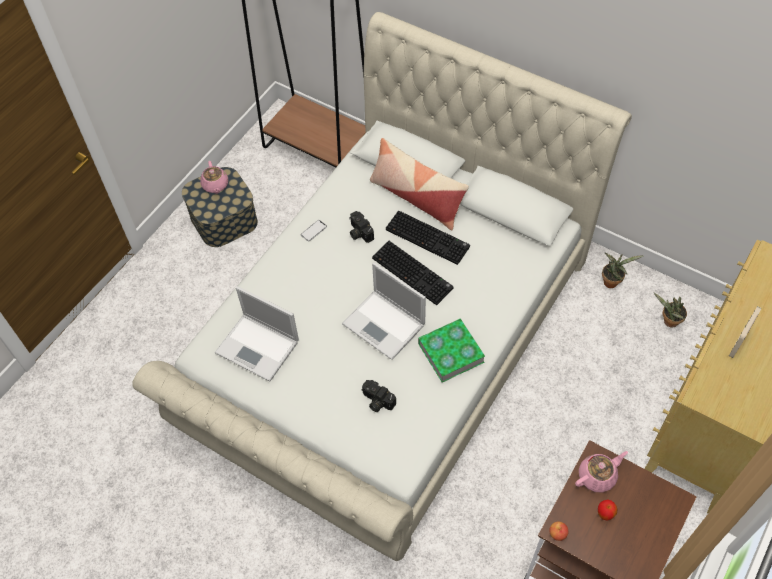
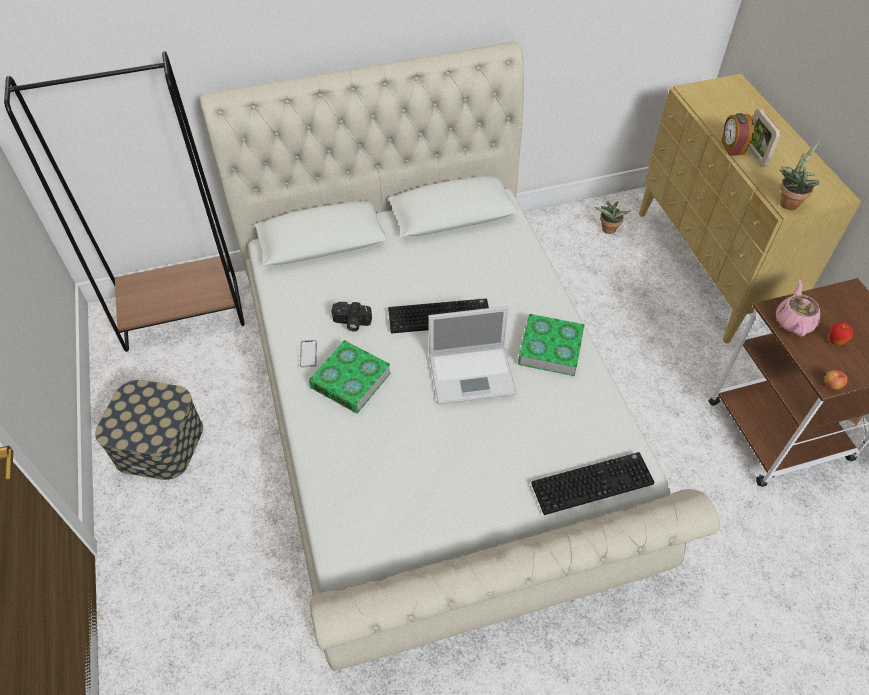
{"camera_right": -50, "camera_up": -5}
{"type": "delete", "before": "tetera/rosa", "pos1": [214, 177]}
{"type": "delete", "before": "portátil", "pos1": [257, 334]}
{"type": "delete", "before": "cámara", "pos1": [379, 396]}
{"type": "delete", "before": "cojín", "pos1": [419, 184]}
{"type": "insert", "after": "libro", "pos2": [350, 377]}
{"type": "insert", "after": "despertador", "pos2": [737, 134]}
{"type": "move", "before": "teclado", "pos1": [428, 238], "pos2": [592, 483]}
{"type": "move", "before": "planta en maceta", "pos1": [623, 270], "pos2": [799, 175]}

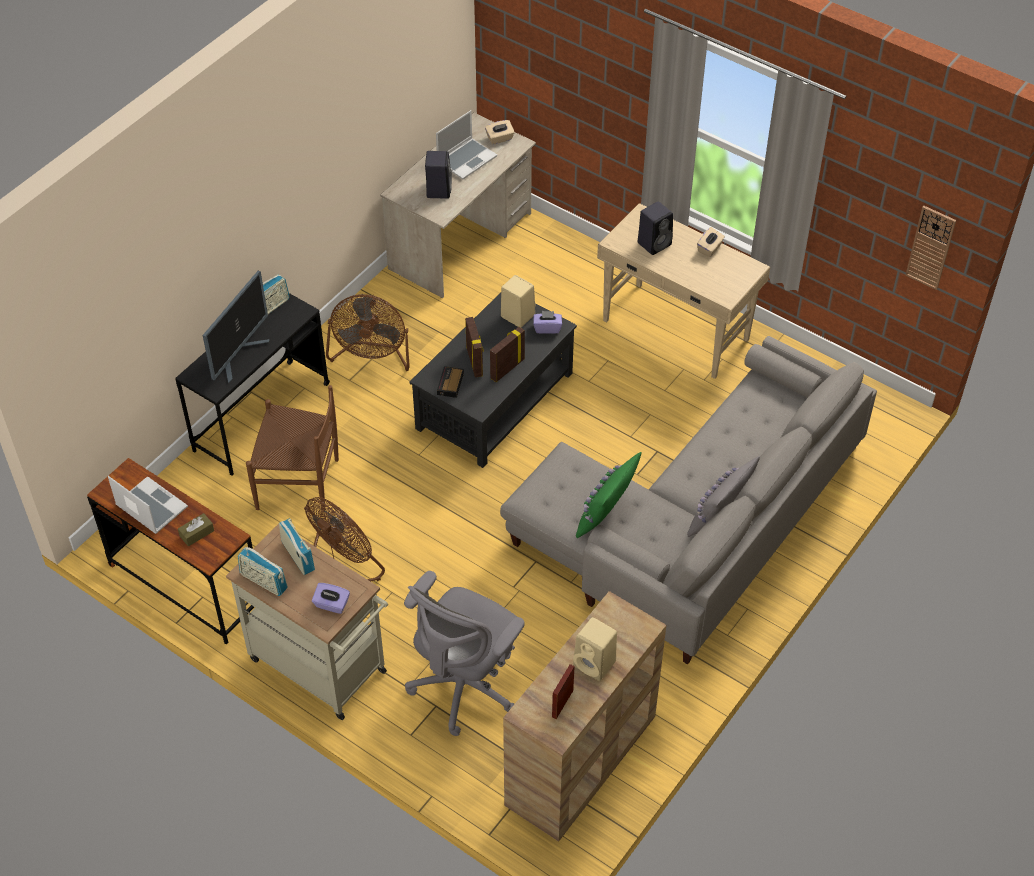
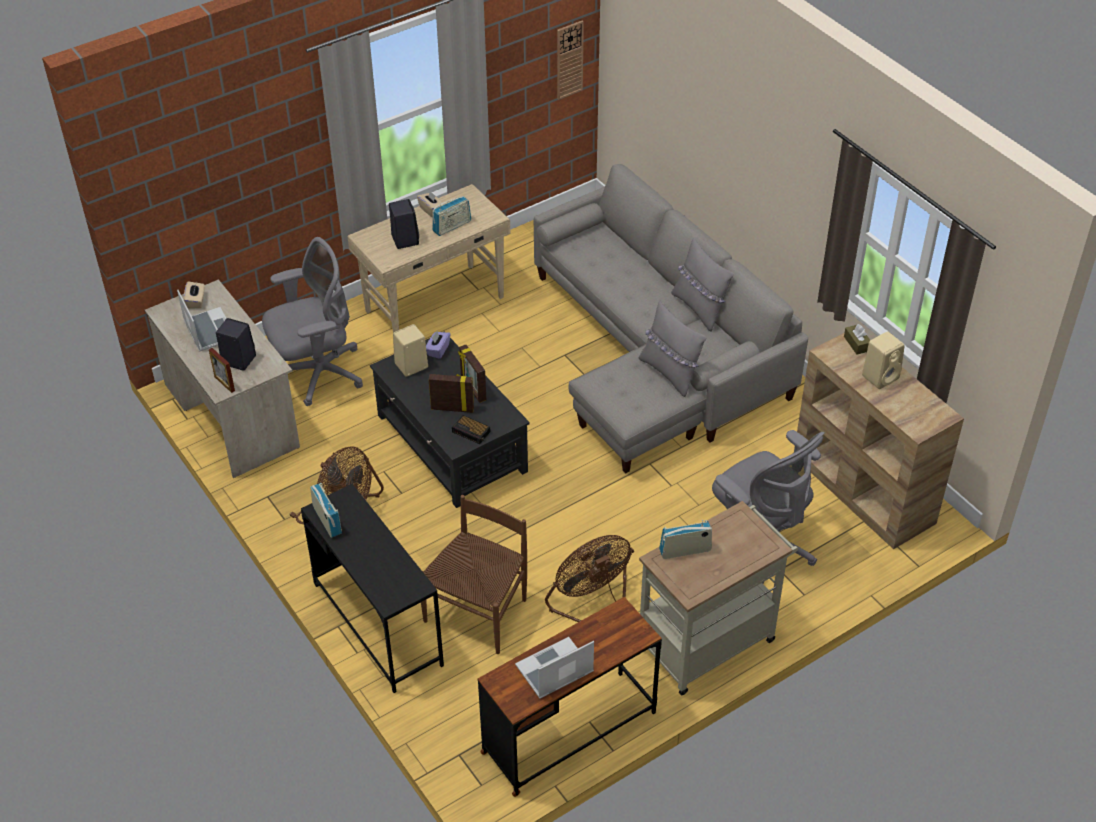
{"camera_right": -70, "camera_up": -5}
{"type": "delete", "before": "monitor", "pos1": [236, 327]}
{"type": "delete", "before": "caja de pañuelos/morado", "pos1": [331, 598]}
{"type": "insert", "after": "silla de oficina/gris", "pos2": [312, 321]}
{"type": "move", "before": "caja de pañuelos/marrón", "pos1": [196, 530], "pos2": [857, 339]}
{"type": "move", "before": "radio", "pos1": [263, 571], "pos2": [451, 216]}
{"type": "move", "before": "portarretratos", "pos1": [563, 691], "pos2": [222, 370]}
{"type": "recolor", "before": "cojín/verde", "after": "cojín/gris", "pos1": [608, 495], "pos2": [672, 349]}

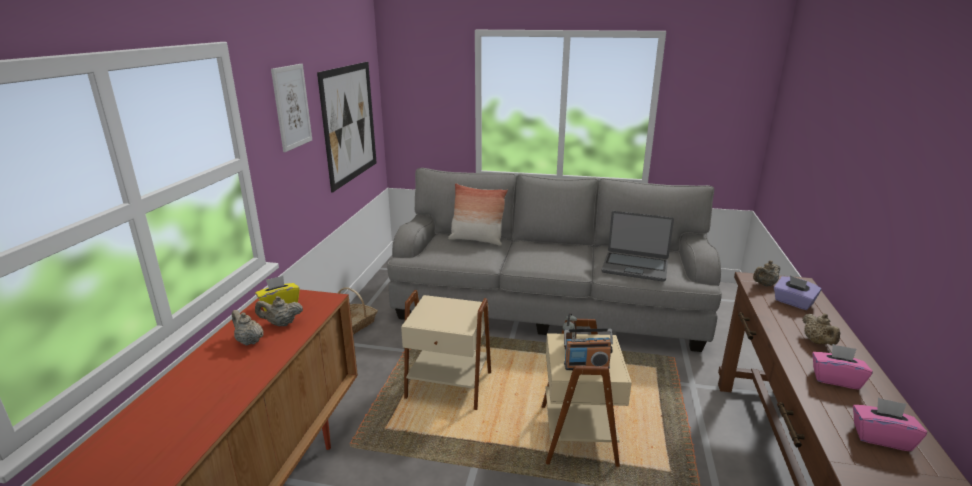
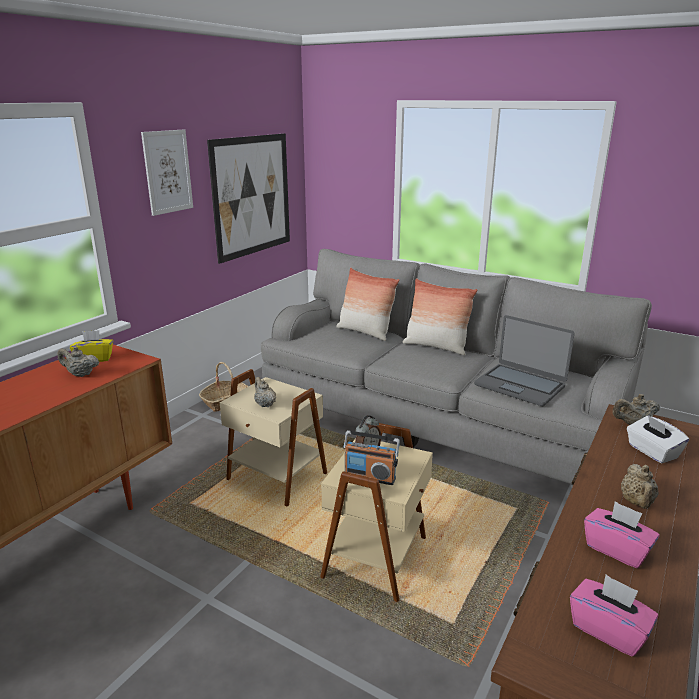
{"camera_right": 20, "camera_up": 0}
{"type": "insert", "after": "cojín", "pos2": [440, 316]}
{"type": "move", "before": "tetera/beis", "pos1": [248, 328], "pos2": [265, 392]}
{"type": "recolor", "before": "caja de pañuelos/morado", "after": "caja de pañuelos/blanco", "pos1": [798, 293], "pos2": [658, 439]}

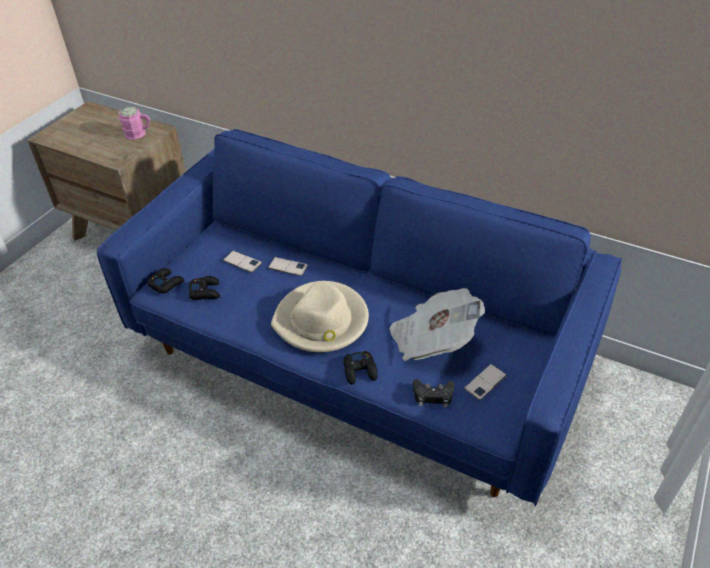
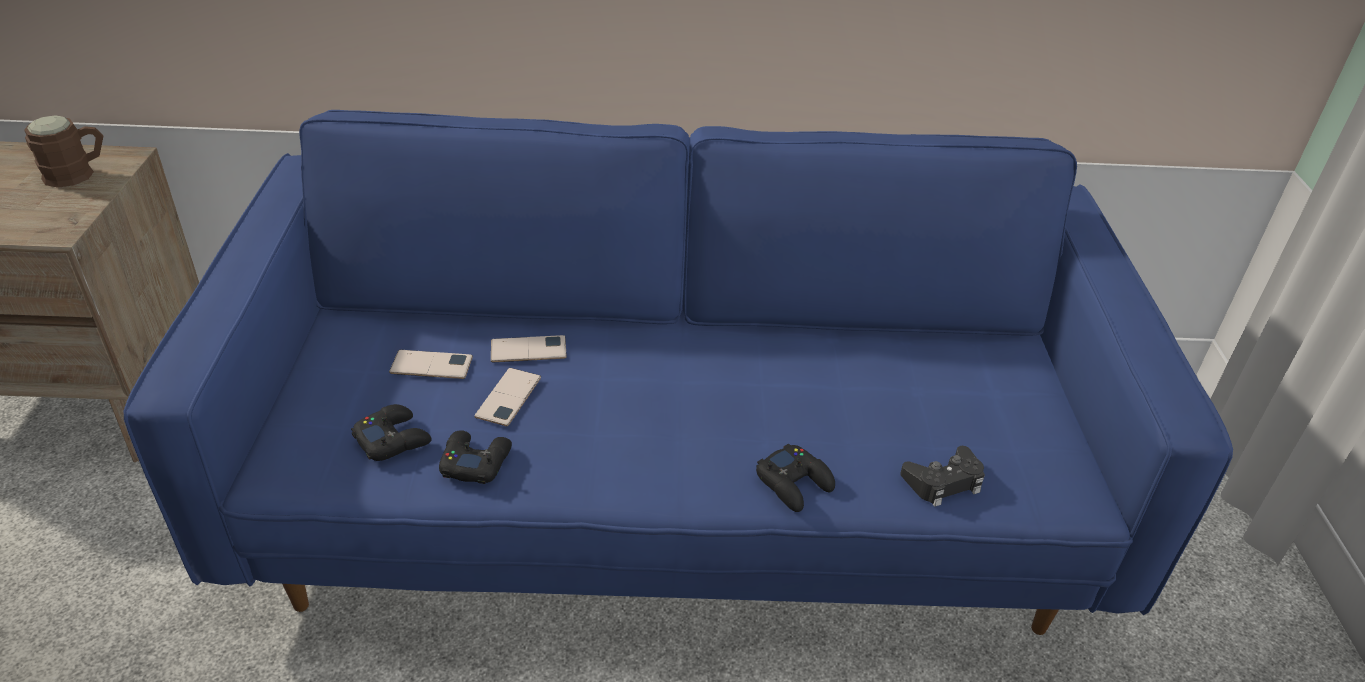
{"camera_right": -30, "camera_up": -5}
{"type": "delete", "before": "sombrero/beis", "pos1": [320, 316]}
{"type": "delete", "before": "periódico", "pos1": [437, 324]}
{"type": "move", "before": "mando de consola/negro", "pos1": [165, 281], "pos2": [475, 457]}
{"type": "move", "before": "móvil", "pos1": [485, 382], "pos2": [507, 397]}
{"type": "recolor", "before": "taza grande/rosa", "after": "taza grande/marrón", "pos1": [134, 123], "pos2": [63, 151]}

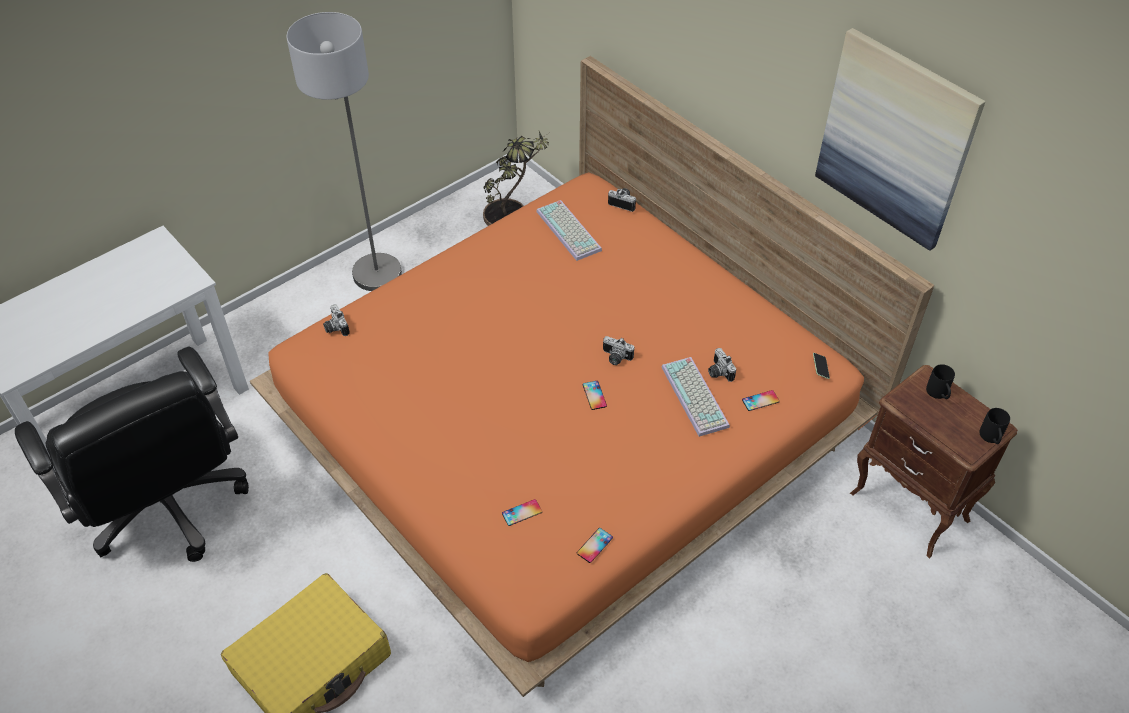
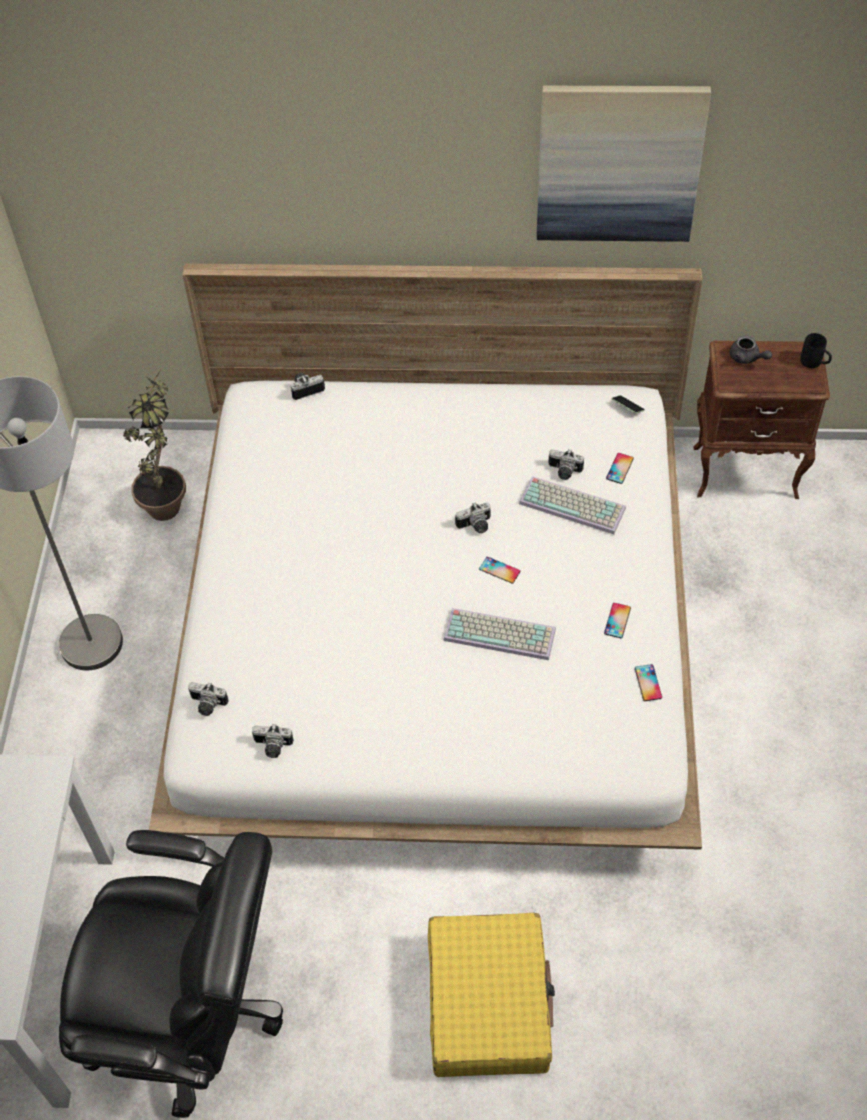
{"camera_right": -45, "camera_up": 5}
{"type": "insert", "after": "cámara", "pos2": [273, 741]}
{"type": "move", "before": "móvil", "pos1": [522, 512], "pos2": [617, 620]}
{"type": "move", "before": "teclado", "pos1": [569, 230], "pos2": [499, 634]}
{"type": "replace", "before": "taza grande/negro", "after": "tetera/gris", "pos1": [940, 381], "pos2": [751, 350]}
{"type": "recolor", "before": "cama/naranja", "after": "cama/blanco", "pos1": [592, 376], "pos2": [425, 557]}

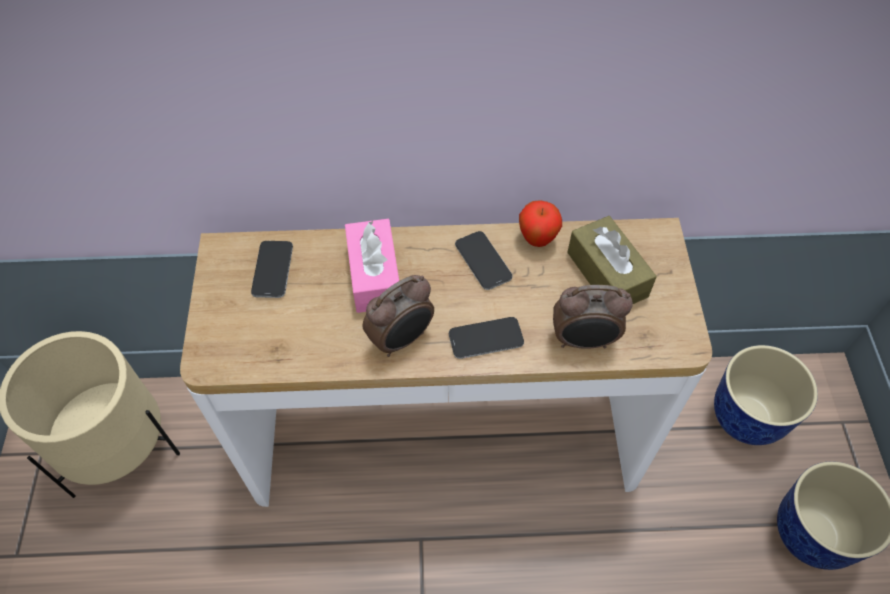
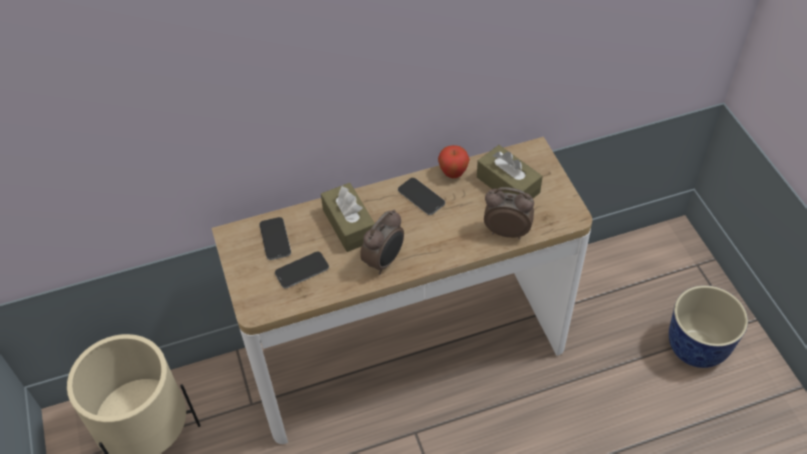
{"camera_right": -15, "camera_up": -5}
{"type": "delete", "before": "maceta", "pos1": [766, 395]}
{"type": "move", "before": "móvil", "pos1": [486, 338], "pos2": [302, 270]}
{"type": "recolor", "before": "caja de pañuelos/rosa", "after": "caja de pañuelos/marrón", "pos1": [372, 266], "pos2": [348, 217]}
{"type": "rotate", "before": "despertador", "pos1": [593, 317], "pos2": [509, 213], "turn": -150}

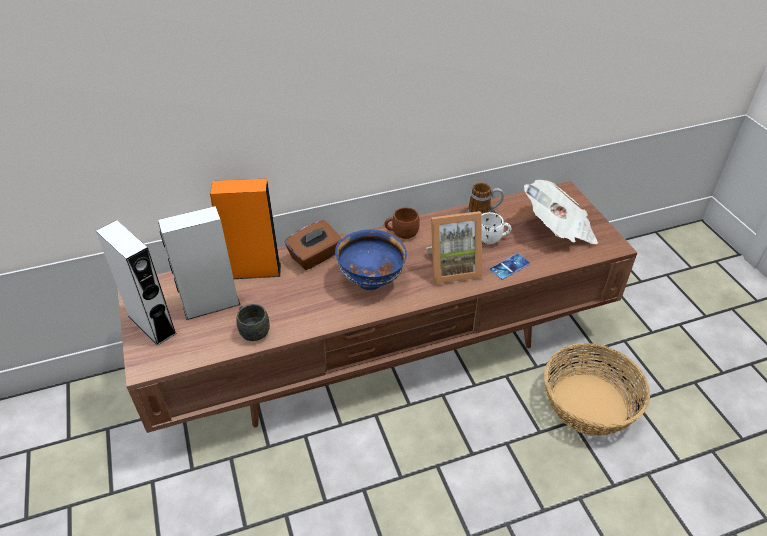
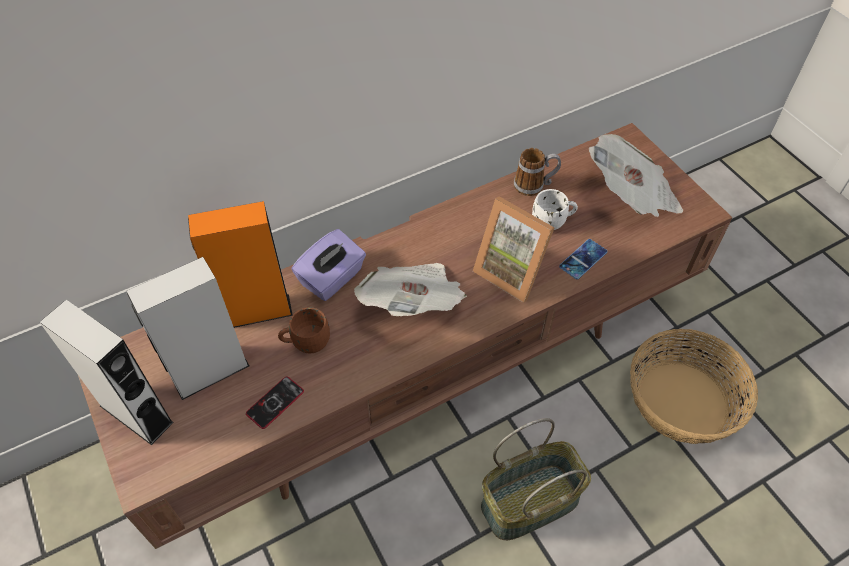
{"camera_right": -10, "camera_up": 10}
{"type": "insert", "after": "cesta", "pos2": [536, 479]}
{"type": "move", "before": "taza grande/marrón", "pos1": [402, 223], "pos2": [304, 330]}
{"type": "replace", "before": "taza grande/gris", "after": "móvil", "pos1": [253, 322], "pos2": [275, 402]}
{"type": "replace", "before": "cuenco/azul", "after": "periódico", "pos1": [371, 260], "pos2": [410, 289]}
{"type": "recolor", "before": "caja de pañuelos/marrón", "after": "caja de pañuelos/morado", "pos1": [313, 245], "pos2": [329, 265]}
{"type": "rotate", "before": "portarretratos", "pos1": [454, 247], "pos2": [513, 249], "turn": 60}

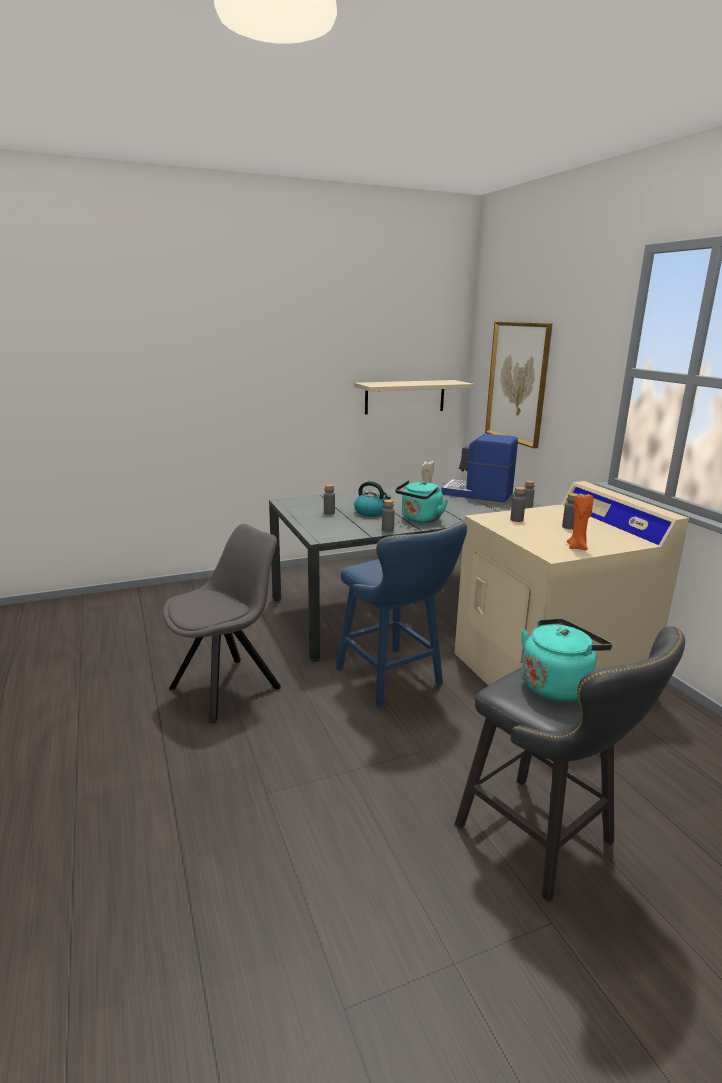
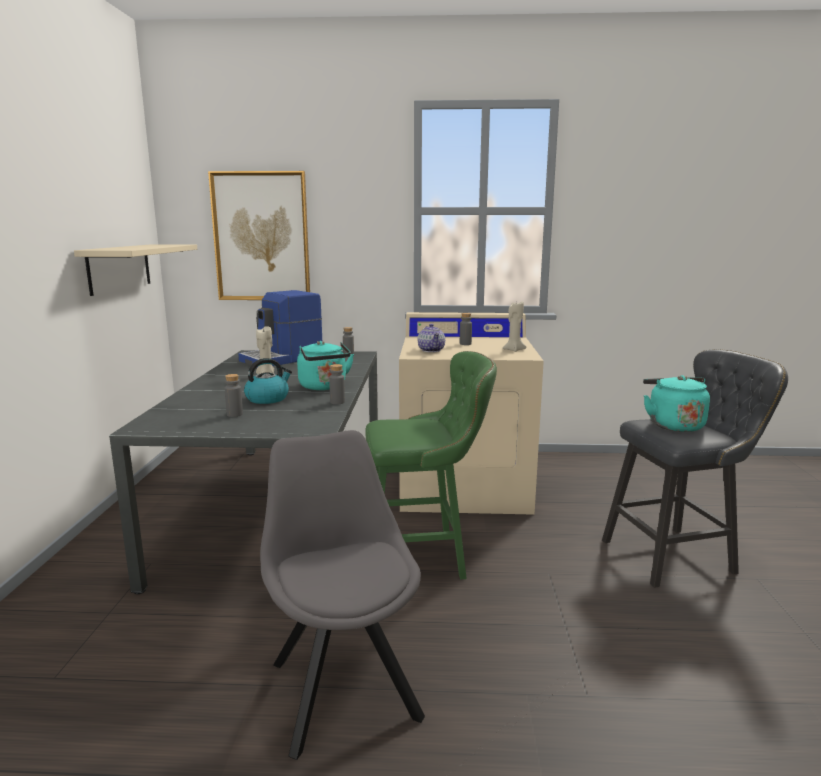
{"camera_right": -65, "camera_up": -5}
{"type": "replace", "before": "botella/gris", "after": "tetera", "pos1": [518, 504], "pos2": [431, 338]}
{"type": "recolor", "before": "taburete/azul", "after": "taburete/verde", "pos1": [401, 615], "pos2": [431, 465]}
{"type": "recolor", "before": "vela/naranja", "after": "vela/beis", "pos1": [580, 522], "pos2": [514, 326]}

